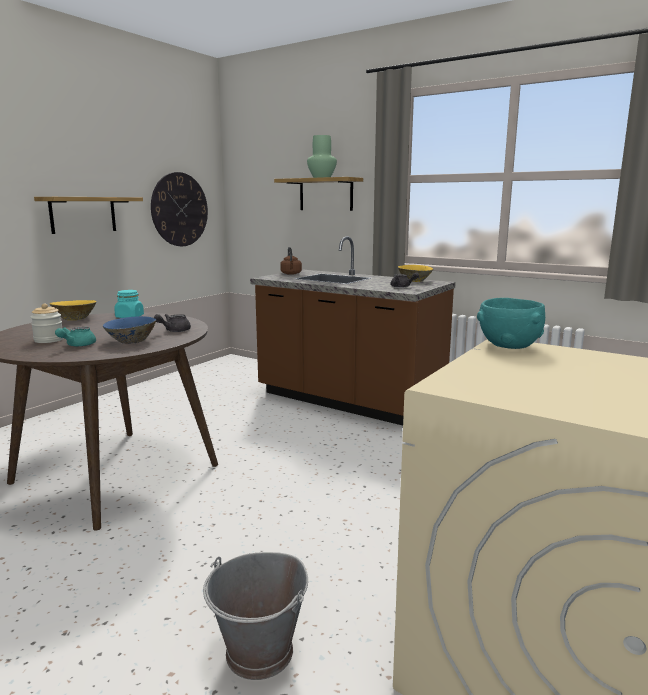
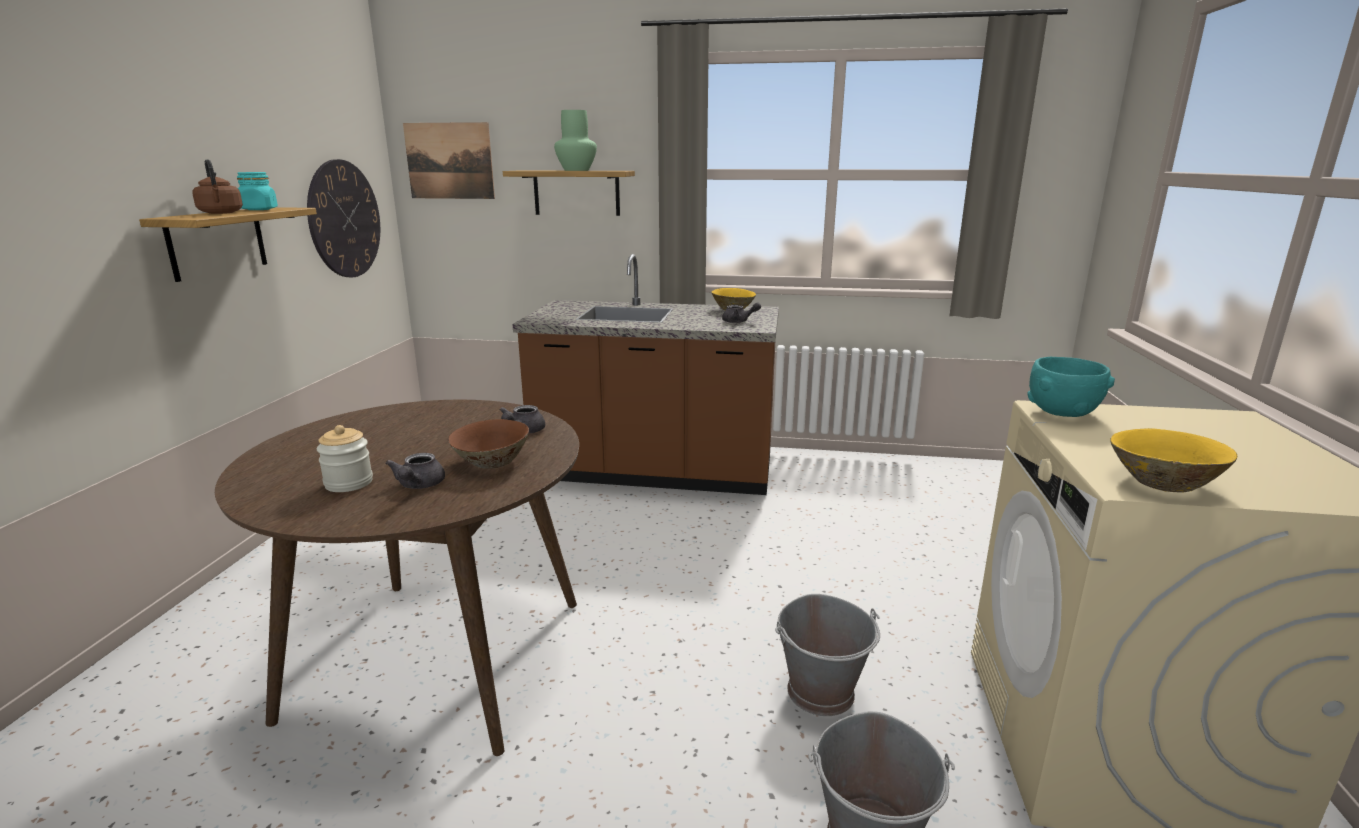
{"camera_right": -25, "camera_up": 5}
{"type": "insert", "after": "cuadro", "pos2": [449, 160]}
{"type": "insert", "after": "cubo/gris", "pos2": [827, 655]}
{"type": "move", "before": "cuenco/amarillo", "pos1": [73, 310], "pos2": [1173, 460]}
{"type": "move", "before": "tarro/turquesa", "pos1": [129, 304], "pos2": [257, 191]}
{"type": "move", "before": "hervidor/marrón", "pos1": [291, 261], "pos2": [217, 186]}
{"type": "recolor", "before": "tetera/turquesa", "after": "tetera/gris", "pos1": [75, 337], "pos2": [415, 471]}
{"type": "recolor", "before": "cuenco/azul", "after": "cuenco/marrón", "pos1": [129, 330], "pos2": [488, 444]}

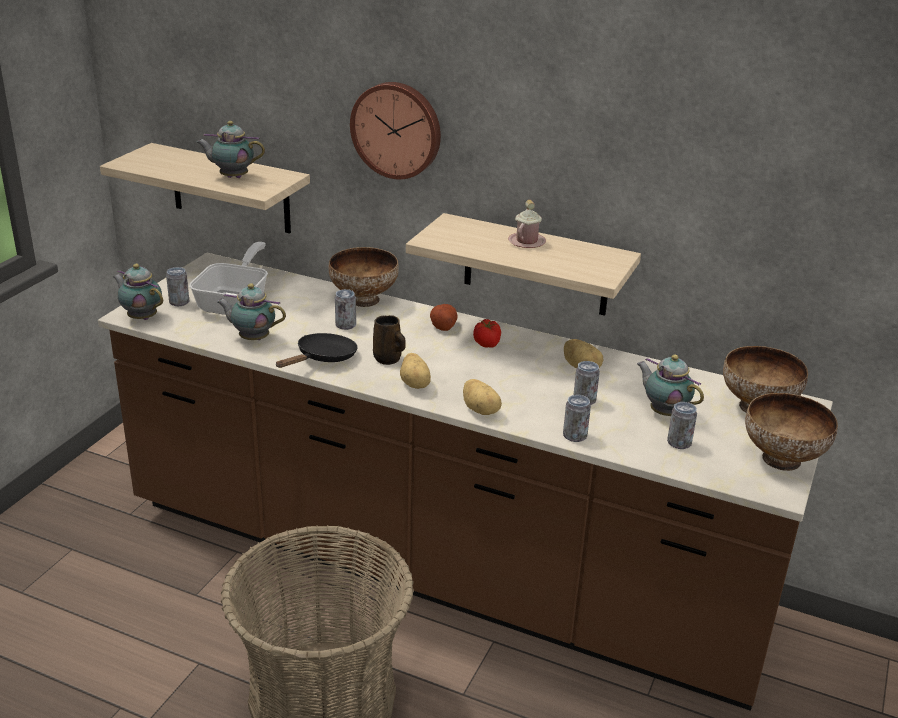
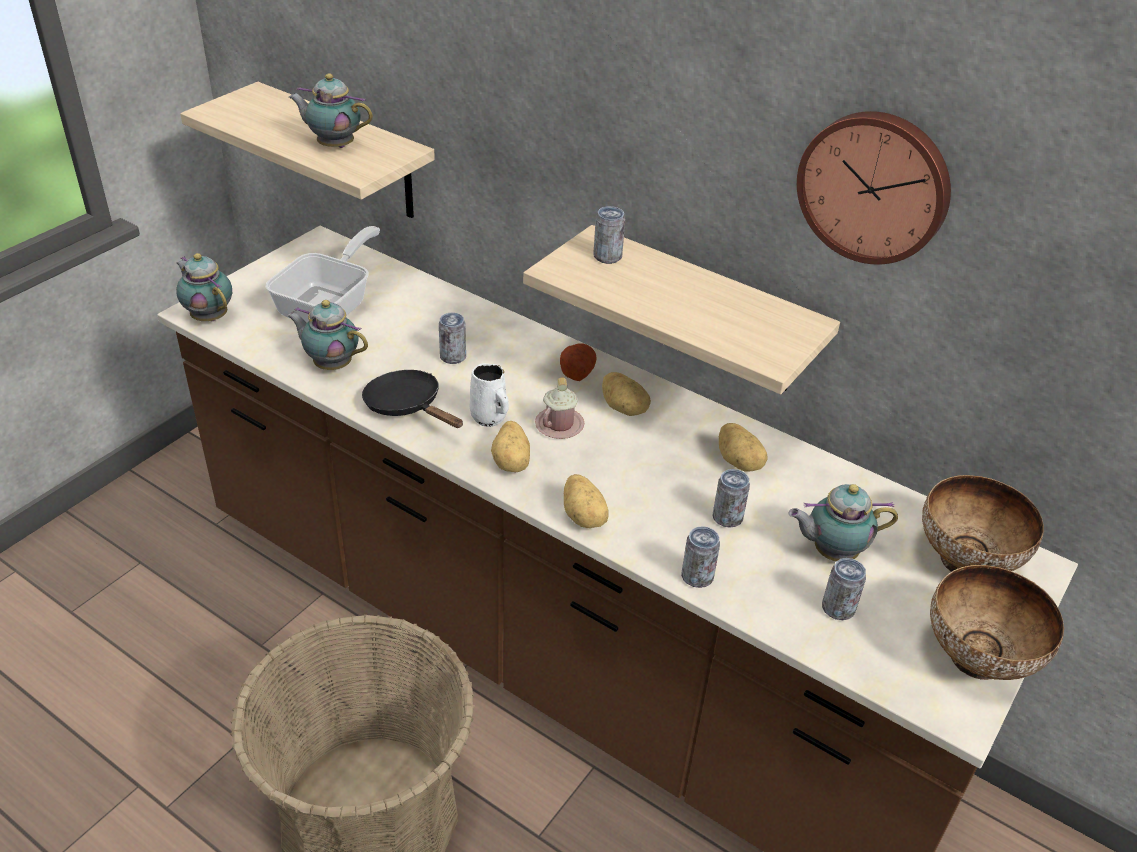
{"camera_right": 10, "camera_up": 10}
{"type": "delete", "before": "cuenco", "pos1": [364, 277]}
{"type": "move", "before": "lata", "pos1": [177, 286], "pos2": [609, 235]}
{"type": "move", "before": "reloj de pared", "pos1": [395, 130], "pos2": [874, 188]}
{"type": "move", "before": "taza grande/rosa", "pos1": [527, 224], "pos2": [559, 408]}
{"type": "replace", "before": "tomate", "after": "patata", "pos1": [487, 333], "pos2": [626, 394]}
{"type": "recolor", "before": "taza grande/marrón", "after": "taza grande/blanco", "pos1": [389, 340], "pos2": [489, 395]}
{"type": "rotate", "before": "sartén/negro", "pos1": [317, 350], "pos2": [412, 399], "turn": -90}
{"type": "rotate", "before": "tetera", "pos1": [670, 385], "pos2": [843, 523], "turn": -60}

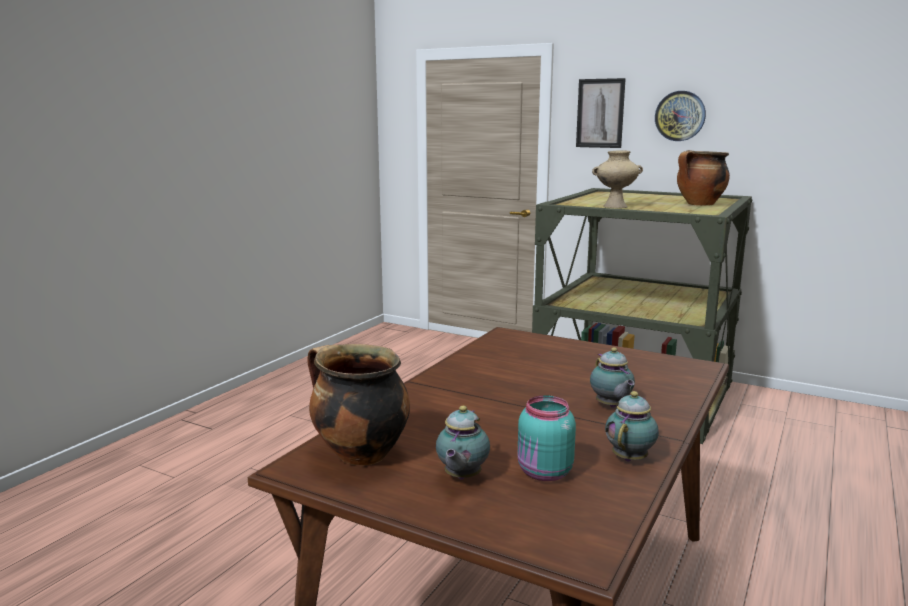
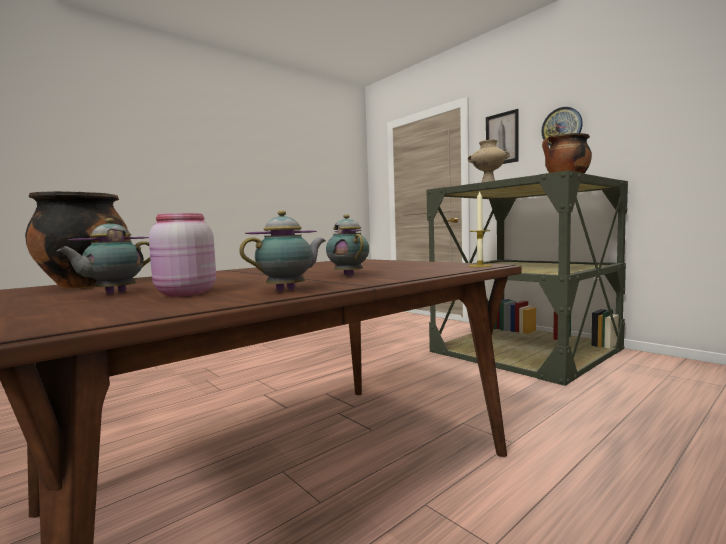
{"camera_right": 20, "camera_up": -10}
{"type": "insert", "after": "vela", "pos2": [480, 228]}
{"type": "recolor", "before": "tarro/turquesa", "after": "tarro/rosa", "pos1": [547, 438], "pos2": [182, 254]}
{"type": "rotate", "before": "tetera", "pos1": [612, 377], "pos2": [347, 245], "turn": 150}

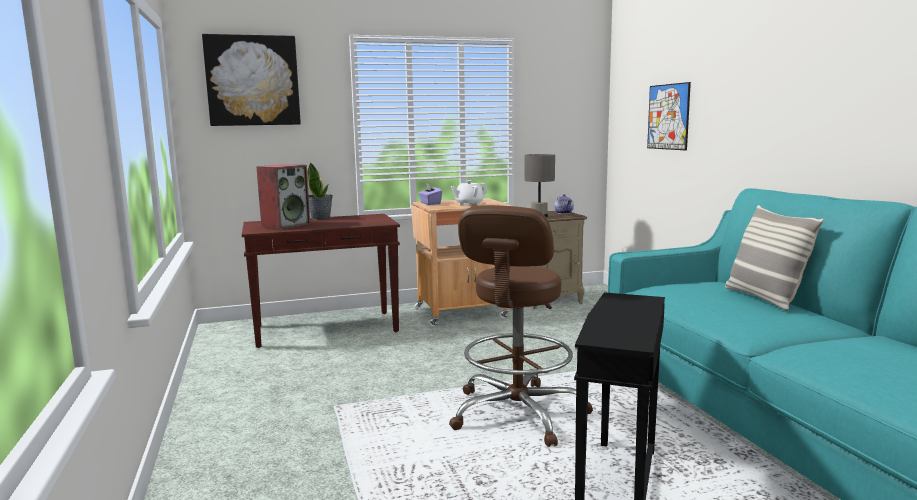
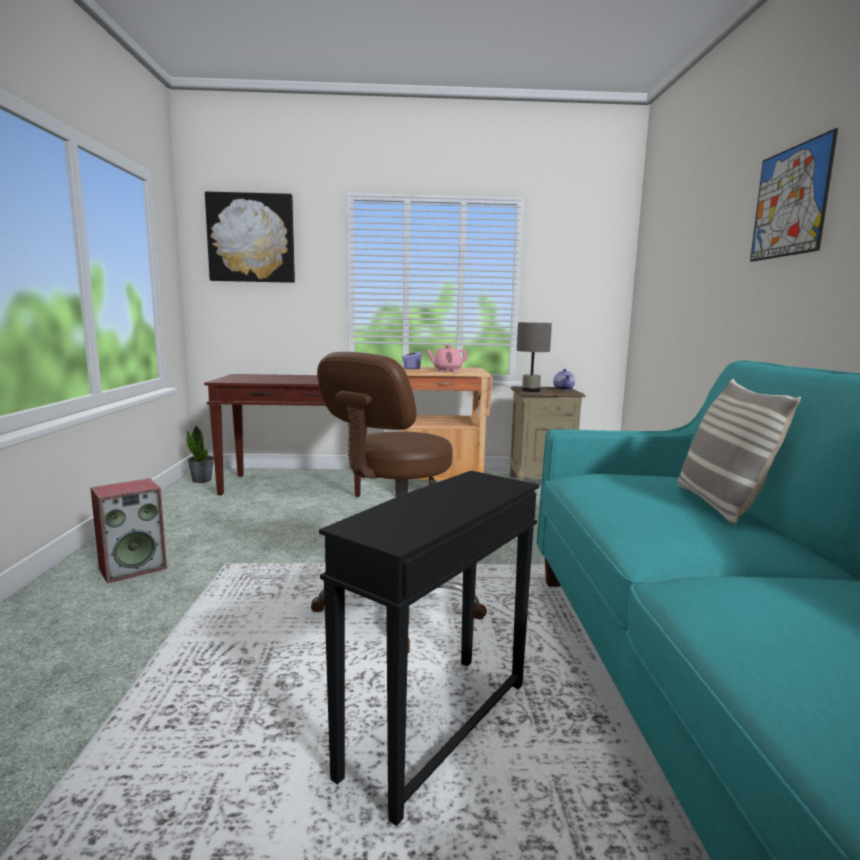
{"camera_right": 15, "camera_up": 0}
{"type": "move", "before": "altavoz", "pos1": [283, 197], "pos2": [128, 531]}
{"type": "move", "before": "planta en maceta", "pos1": [320, 191], "pos2": [200, 454]}
{"type": "move", "before": "cuadro", "pos1": [669, 116], "pos2": [794, 194]}
{"type": "recolor", "before": "tetera/blanco", "after": "tetera/rosa", "pos1": [469, 193], "pos2": [447, 358]}

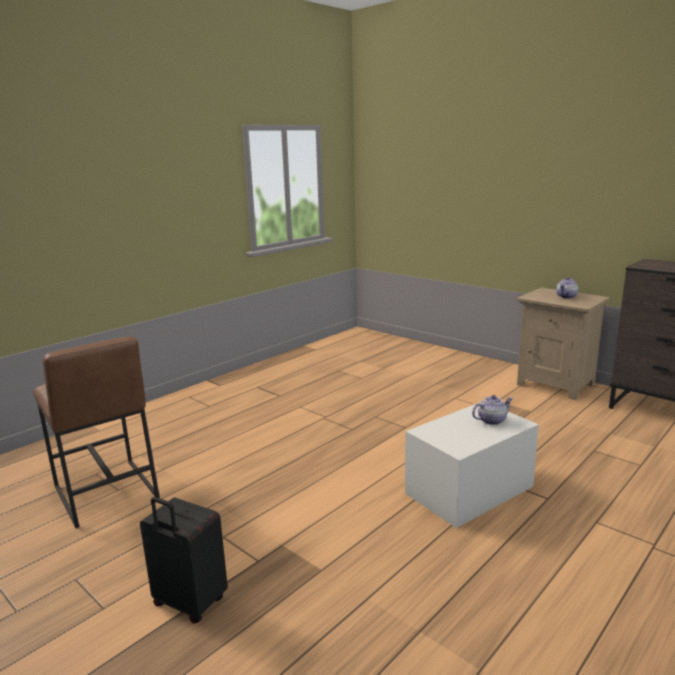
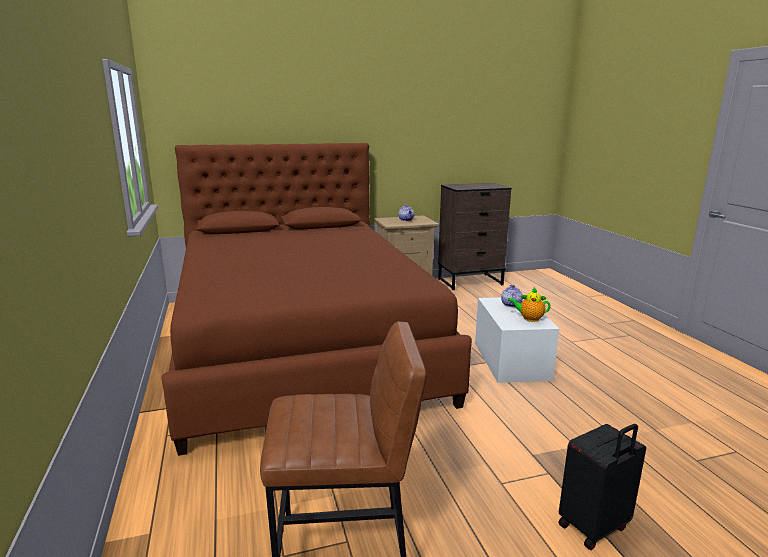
{"camera_right": -60, "camera_up": 0}
{"type": "insert", "after": "cama/marrón", "pos2": [316, 299]}
{"type": "insert", "after": "tetera", "pos2": [529, 305]}

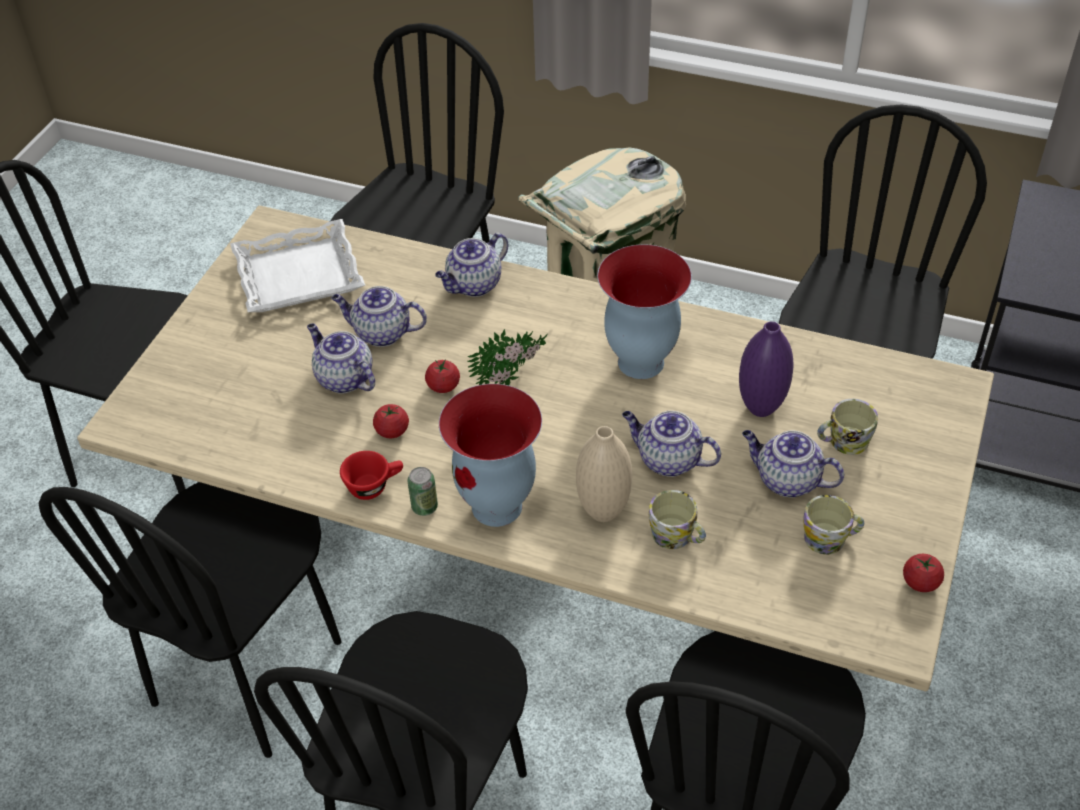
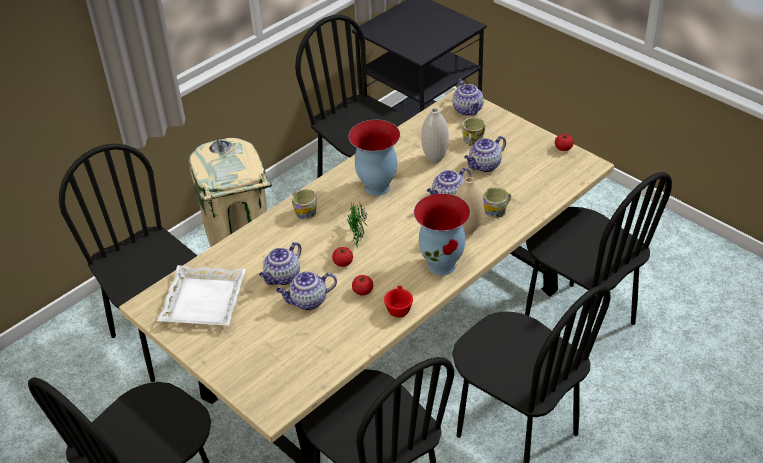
{"camera_right": -65, "camera_up": -5}
{"type": "delete", "before": "lata", "pos1": [423, 491]}
{"type": "move", "before": "tetera", "pos1": [472, 265], "pos2": [468, 97]}
{"type": "move", "before": "taza grande", "pos1": [834, 525], "pos2": [304, 204]}
{"type": "recolor", "before": "florero/morado", "after": "florero/blanco", "pos1": [766, 369], "pos2": [435, 135]}

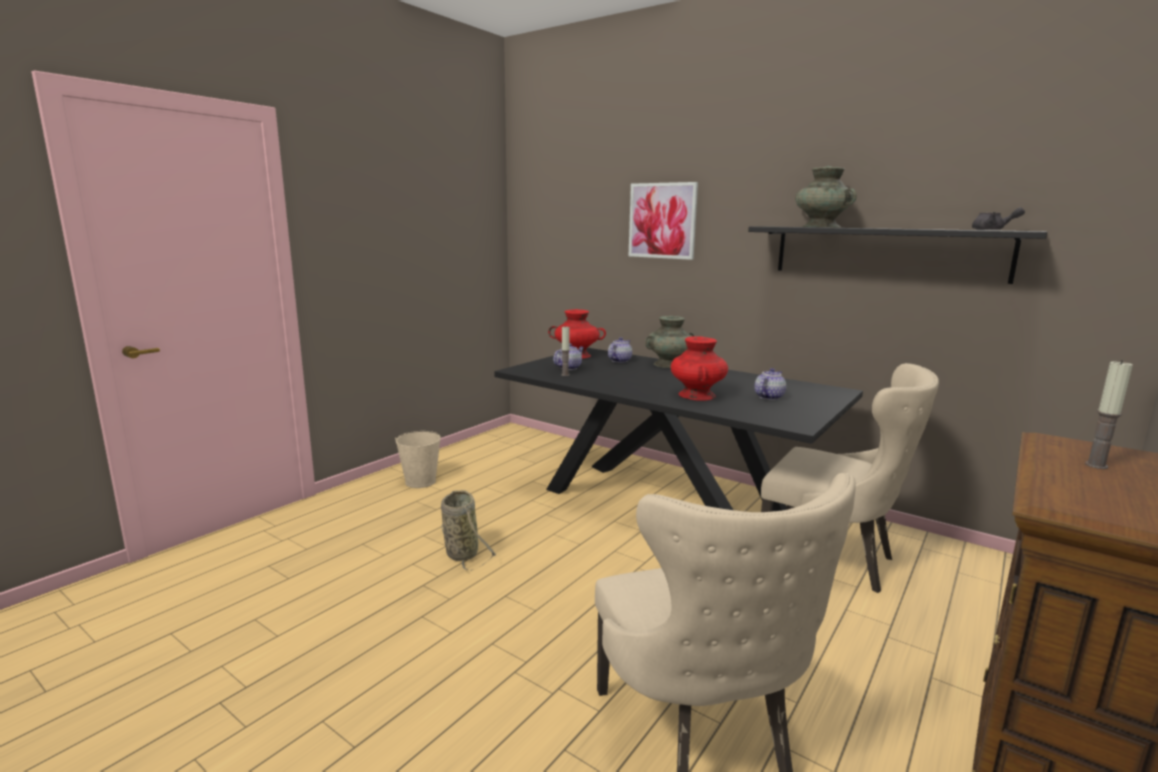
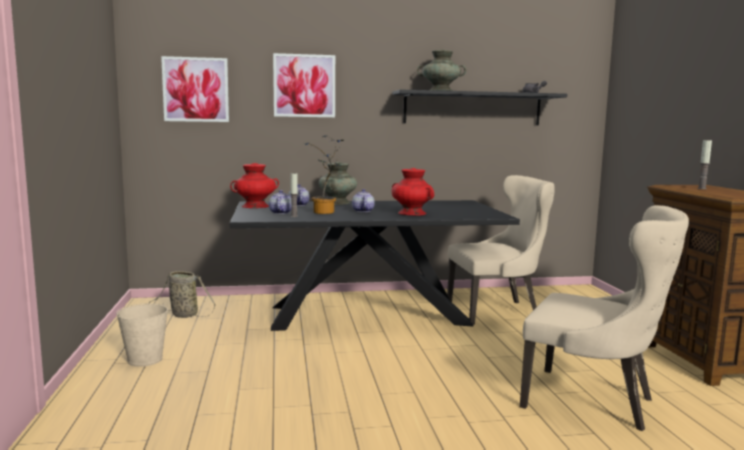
{"camera_right": -45, "camera_up": -5}
{"type": "insert", "after": "cuadro", "pos2": [195, 89]}
{"type": "insert", "after": "planta en maceta", "pos2": [324, 174]}
{"type": "move", "before": "cesta", "pos1": [469, 530], "pos2": [182, 294]}
{"type": "move", "before": "tetera", "pos1": [770, 384], "pos2": [363, 200]}

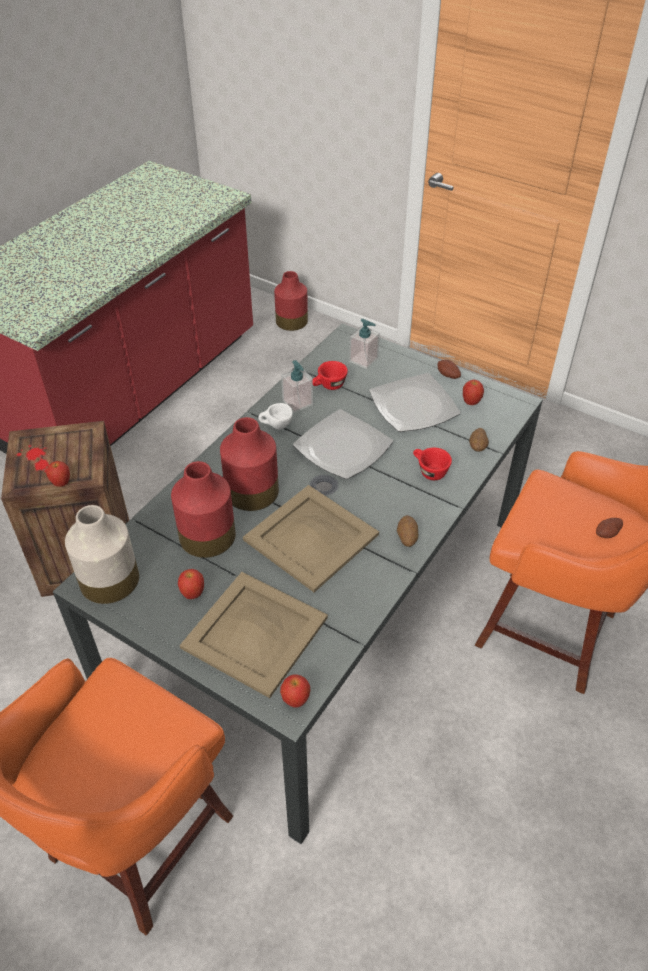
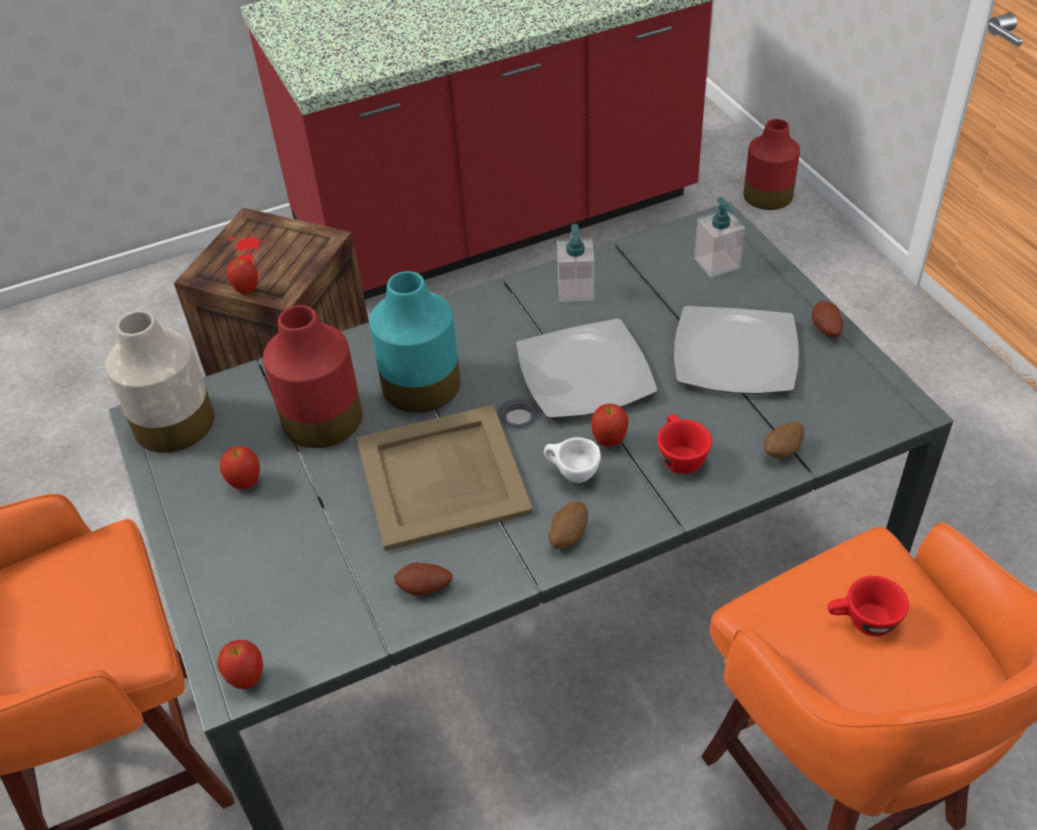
{"camera_right": 35, "camera_up": 0}
{"type": "delete", "before": "bandeja/beis", "pos1": [254, 635]}
{"type": "move", "before": "taza/blanco", "pos1": [275, 416], "pos2": [572, 460]}
{"type": "move", "before": "taza/rojo", "pos1": [330, 375], "pos2": [868, 606]}
{"type": "move", "before": "manzana", "pos1": [473, 392], "pos2": [609, 425]}
{"type": "move", "before": "patata", "pos1": [609, 528], "pos2": [423, 579]}
{"type": "recolor", "before": "florero/rojo", "after": "florero/turquesa", "pos1": [249, 464], "pos2": [415, 342]}

